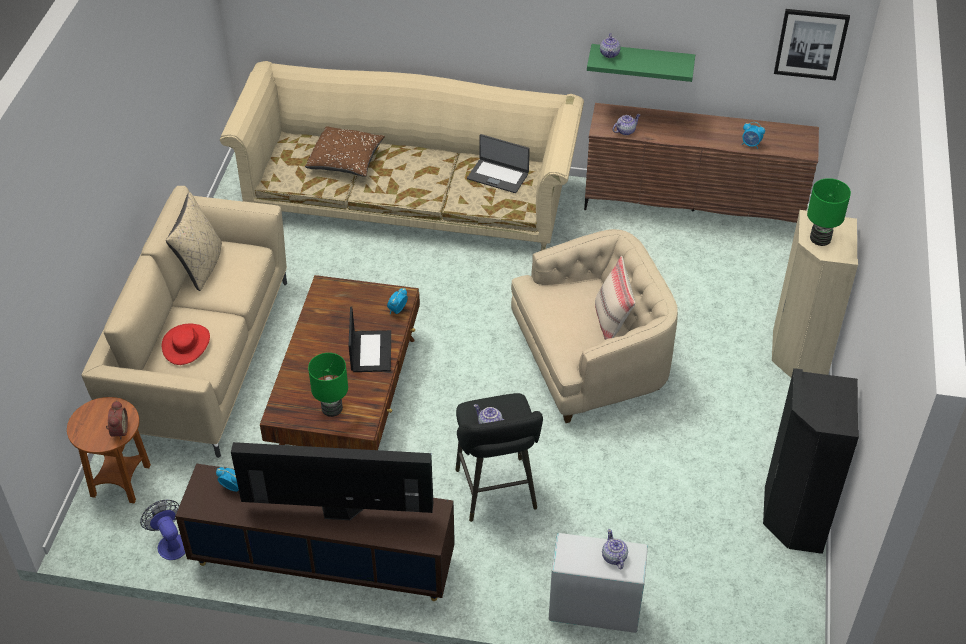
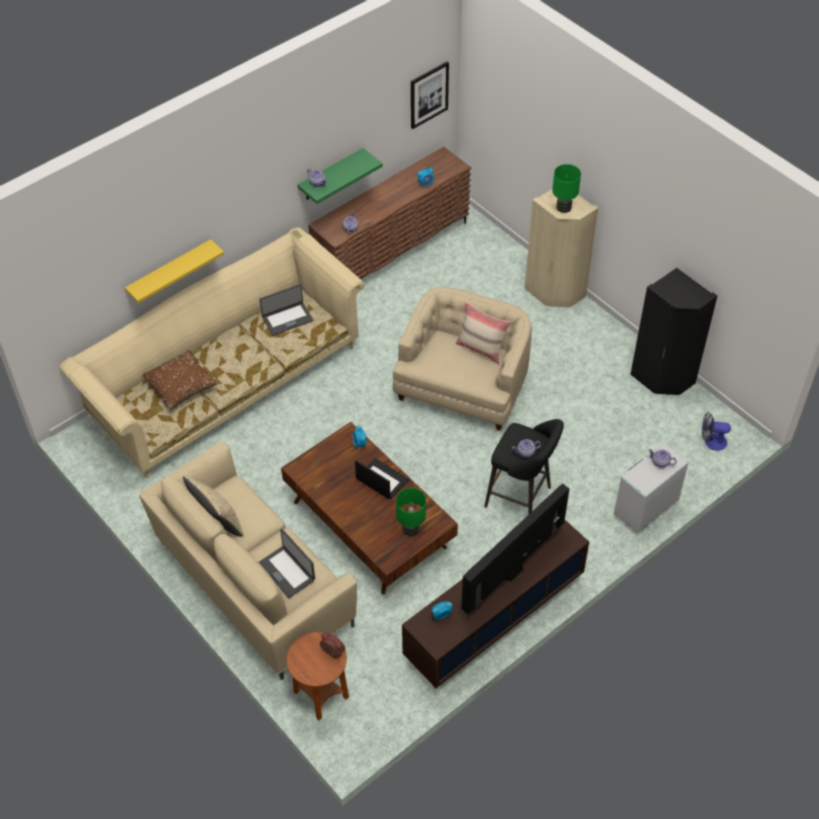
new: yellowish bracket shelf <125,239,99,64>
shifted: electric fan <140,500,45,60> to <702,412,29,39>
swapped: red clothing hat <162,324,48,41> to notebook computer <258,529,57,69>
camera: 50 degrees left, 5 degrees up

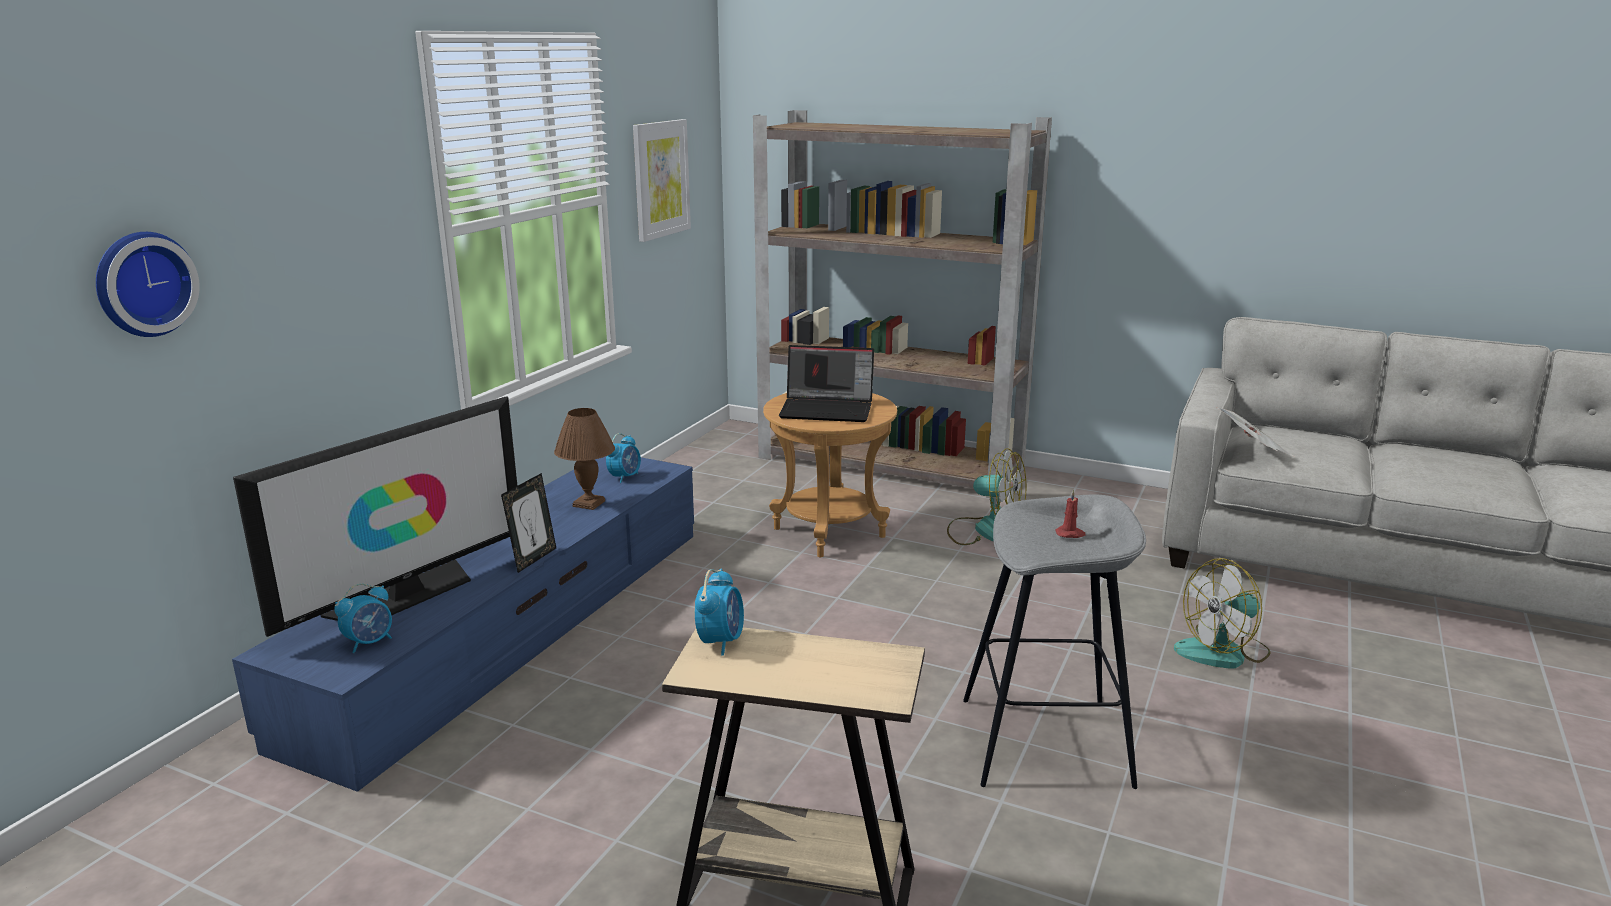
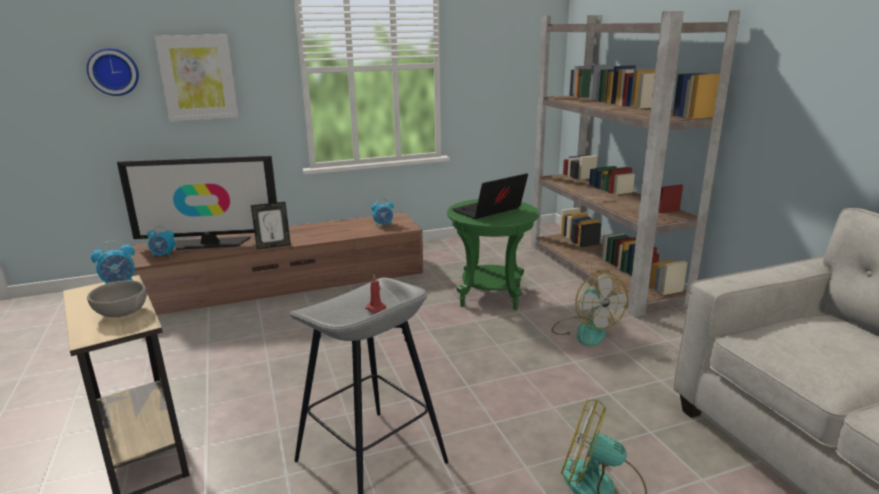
gone: brown table lamp <554,408,61,102>; newspaper <1216,407,77,49>
new: greyish deep dish <87,280,60,37>
shifted: wall art <633,119,58,123> to <154,34,84,88>
repainted: blue-coloured tv unit <232,456,462,336> to brown tv unit <129,212,294,103>; brown end table <763,393,134,164> to green-coloured end table <447,199,92,111>
rotated: notebook computer <779,345,95,77> = <452,173,76,46> 90 degrees clockwise
camera: 45 degrees right, 0 degrees up

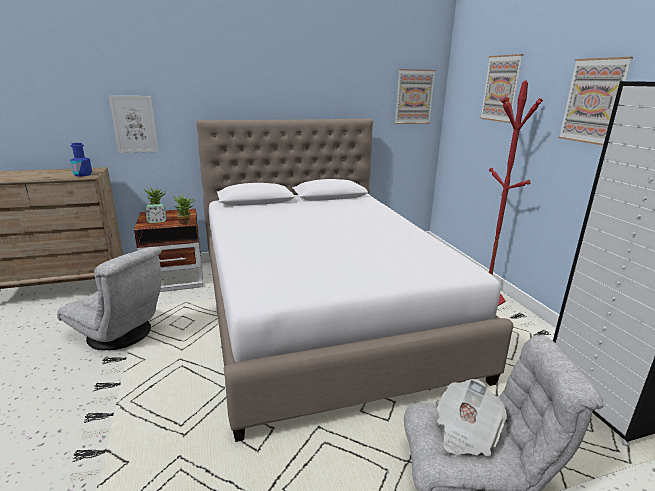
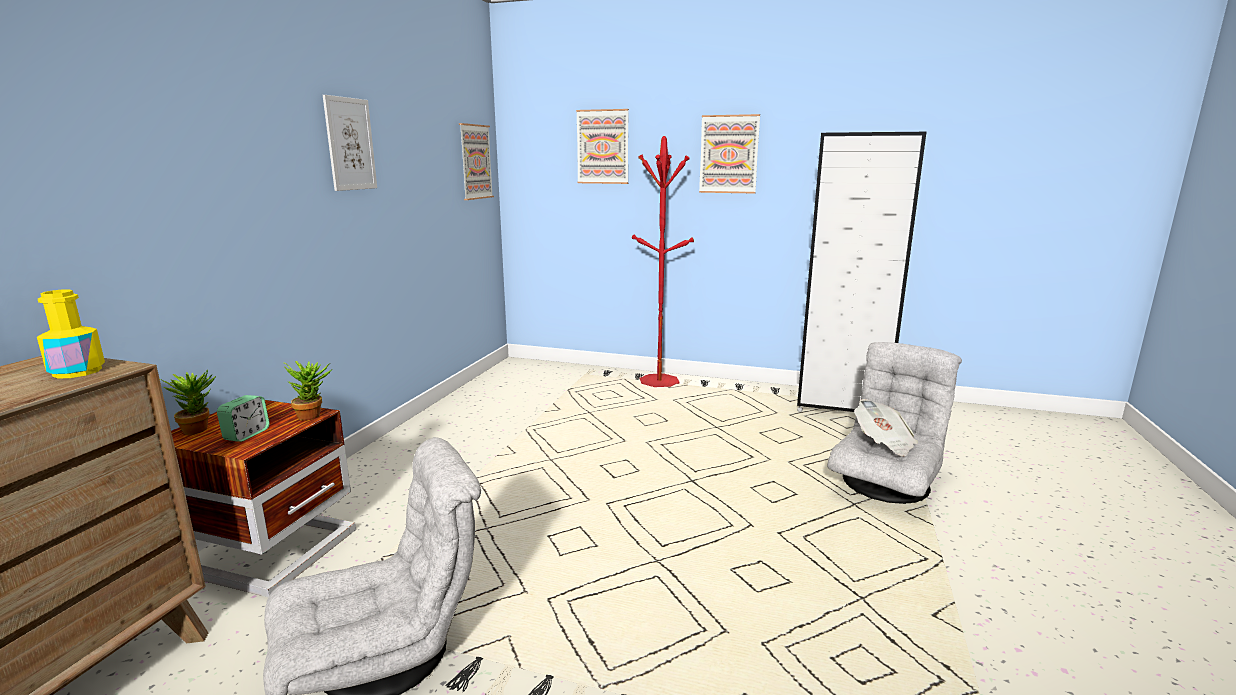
gone: white bedroom bed <196,119,318,323>
shifted: wall art <109,96,50,57> to <323,95,54,96>
repainted: blue-coloured beverage bottle <70,143,22,34> to yellowish beverage bottle <37,289,68,90>
camera: 55 degrees left, 5 degrees down

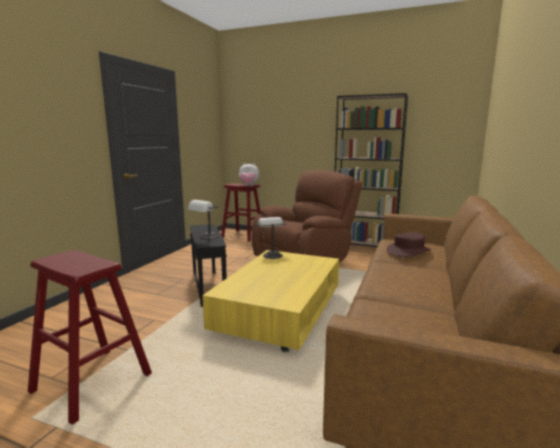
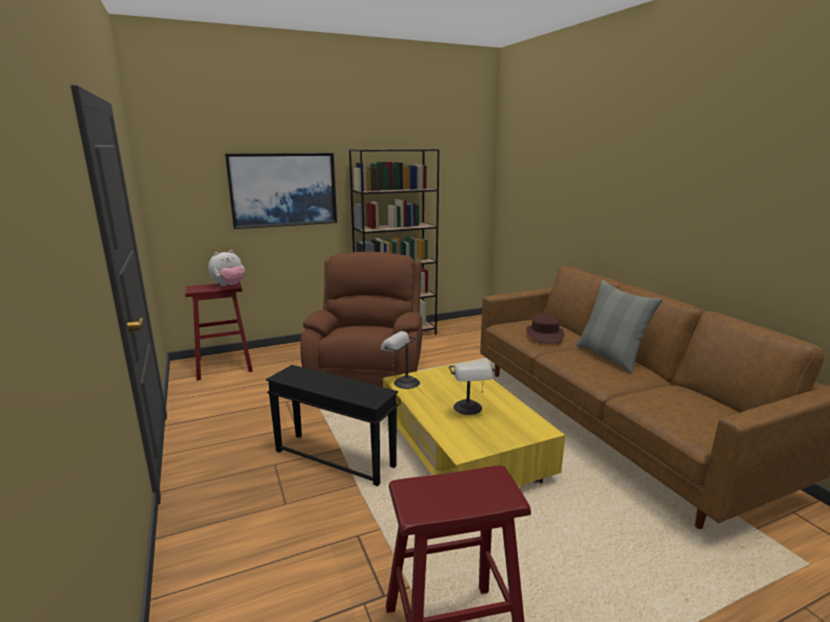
new: wall art <225,153,112,76>; greyish throw pillow <576,280,87,93>
shifted: table lamp <188,200,32,40> to <449,362,46,53>
camera: 45 degrees left, 5 degrees up

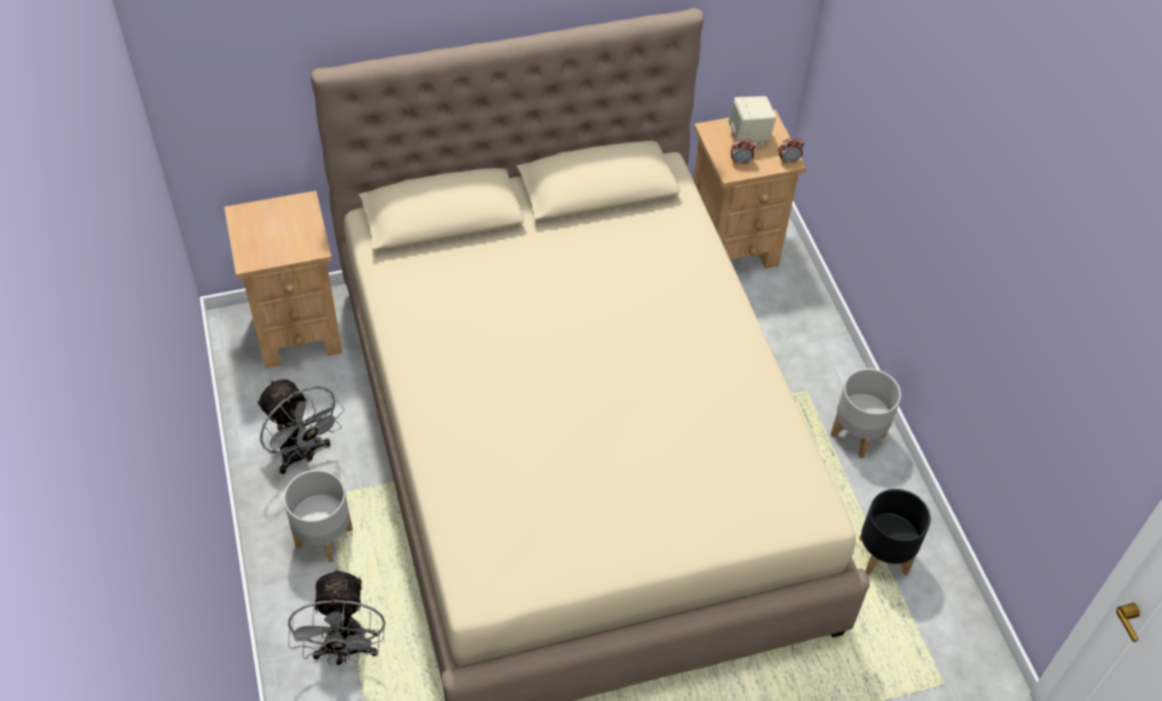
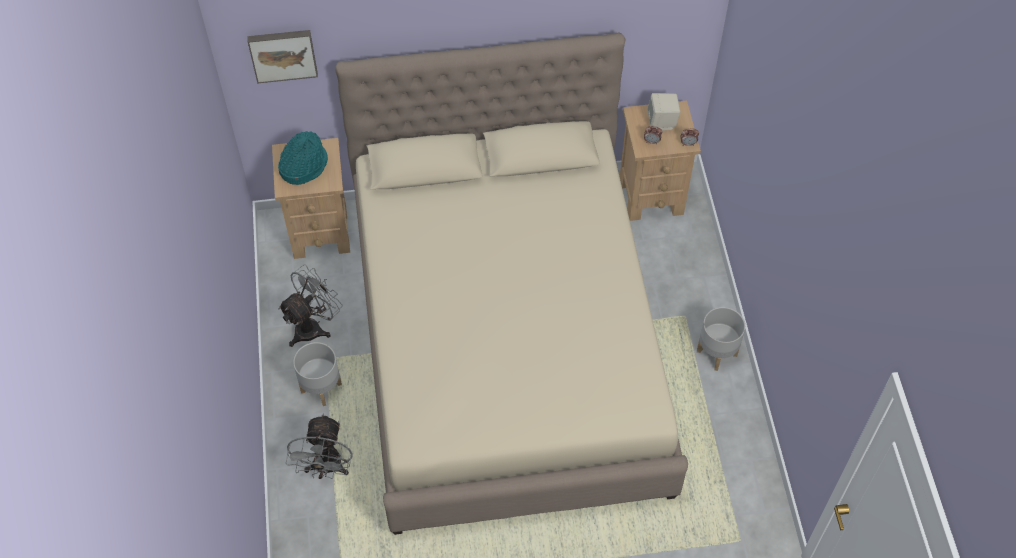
gone: blackish flower pot <859,489,72,86>
new: wall art <247,30,71,53>; blue-green clothing hat <278,131,50,54>
rotated: greyish electric fan <257,379,87,95> = <278,265,64,82> 105 degrees counterclockwise
camera: 10 degrees right, 5 degrees up

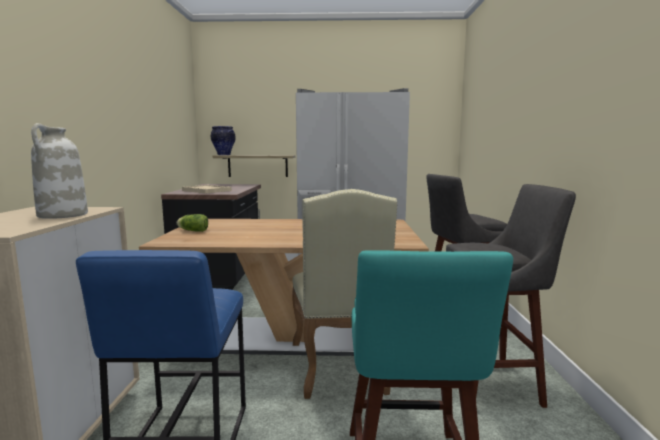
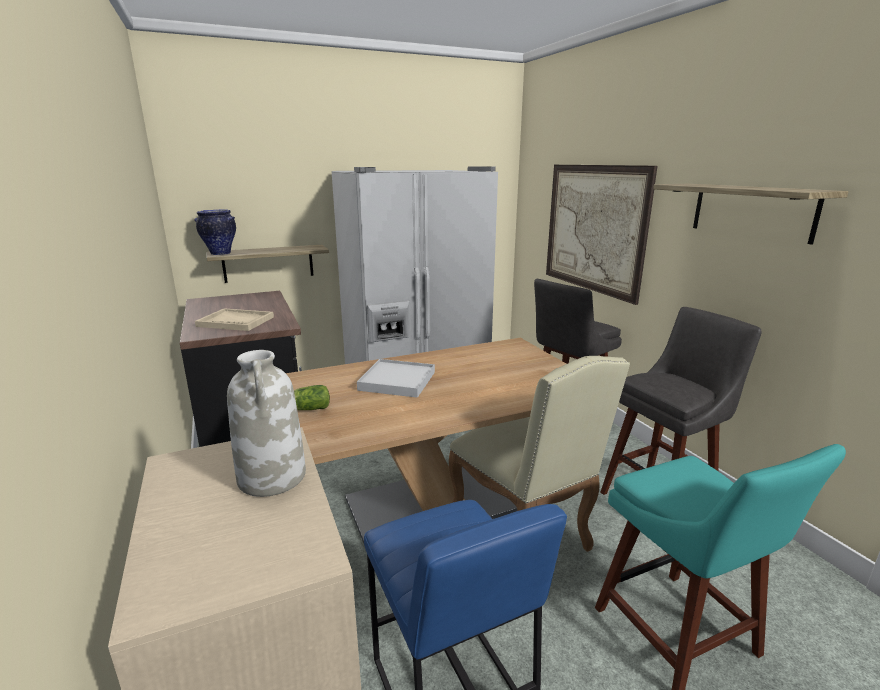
new: white carrying tray <357,359,78,39>; wall art <546,165,112,140>; bracket shelf <653,184,195,61>
camera: 25 degrees left, 10 degrees up

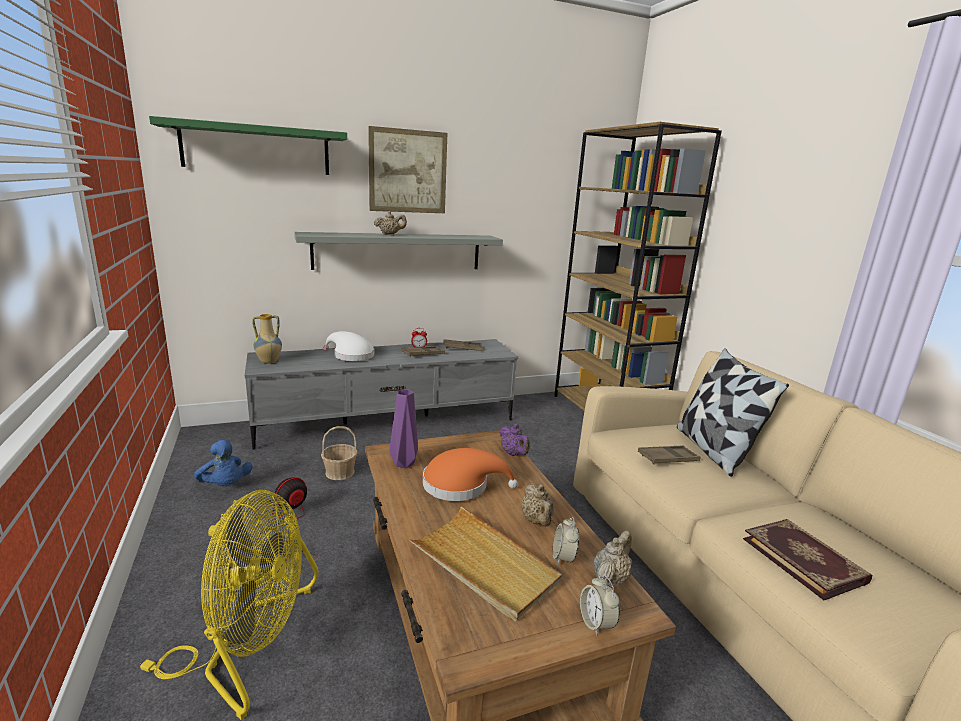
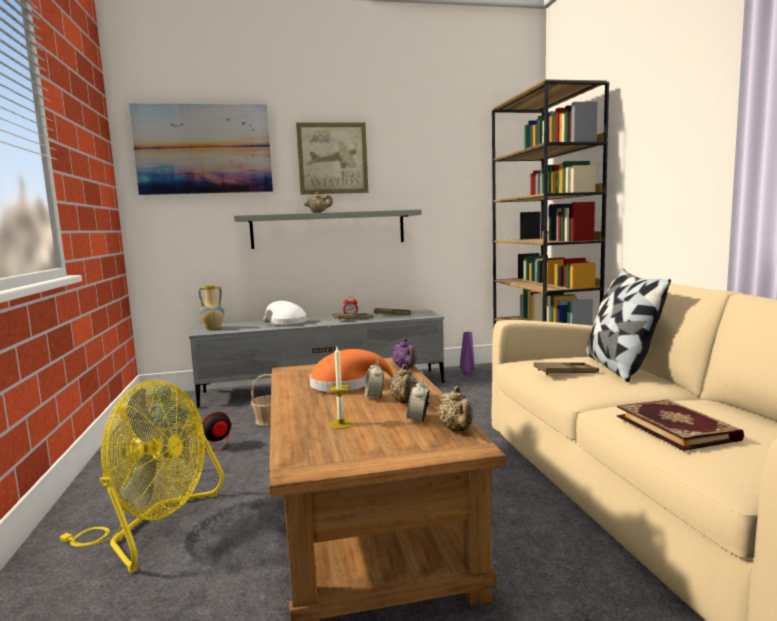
shifted: purple vase <389,389,29,79> to <460,332,15,43>; alarm clock <580,575,40,61> to <365,360,19,41>
swapped: green-coloured bracket shelf <149,116,198,59> to wall art <129,103,144,92>; beige-coloured carrying tray <407,506,155,115> to wax candle <329,347,24,82>
rotated: beige-coloured tea pot <594,530,38,57> = <438,386,36,46> 120 degrees clockwise
camera: 10 degrees right, 10 degrees down

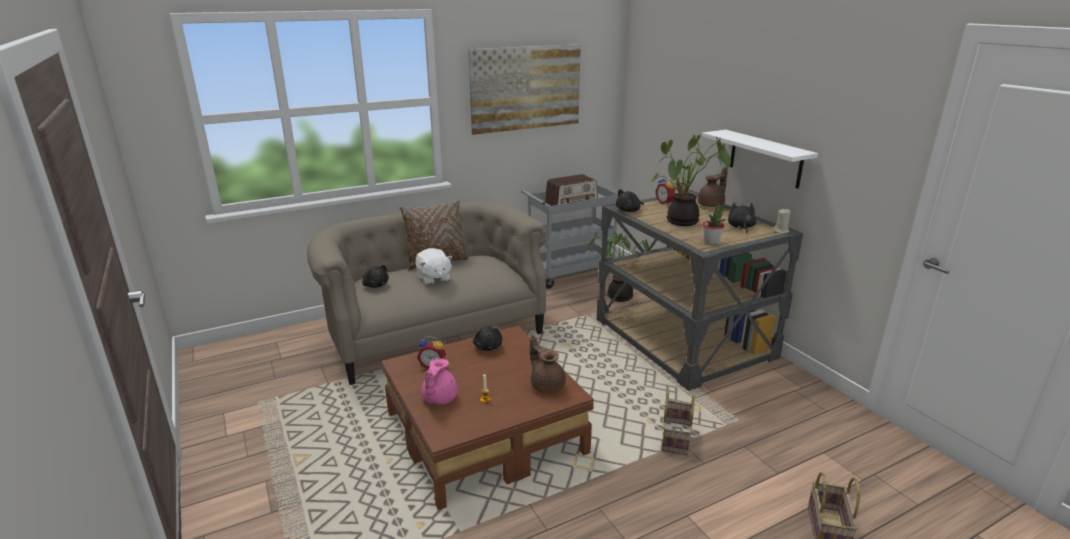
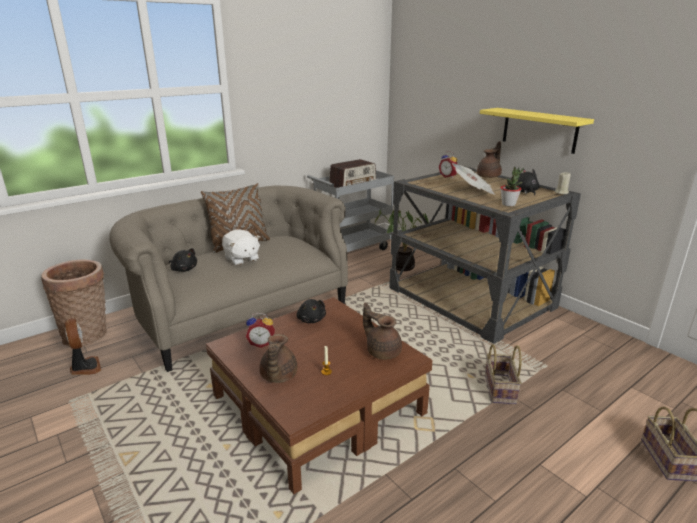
gone: wall art <468,44,113,91>; blackish soft toy <616,189,28,23>
new: basket <41,259,66,87>; electric fan <65,318,36,57>
swapped: potted plant <652,135,79,91> to newspaper <452,163,43,32>
repainted: pink tea pot <421,358,37,47> to brown tea pot <259,334,38,49>; white bracket shelf <702,130,116,59> to yellowish bracket shelf <480,108,114,46>
camera: 10 degrees left, 0 degrees up

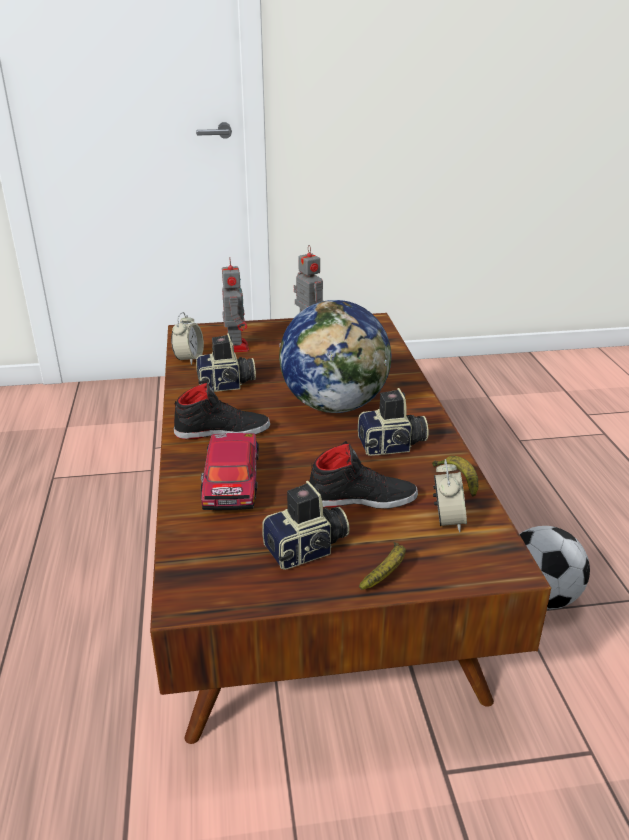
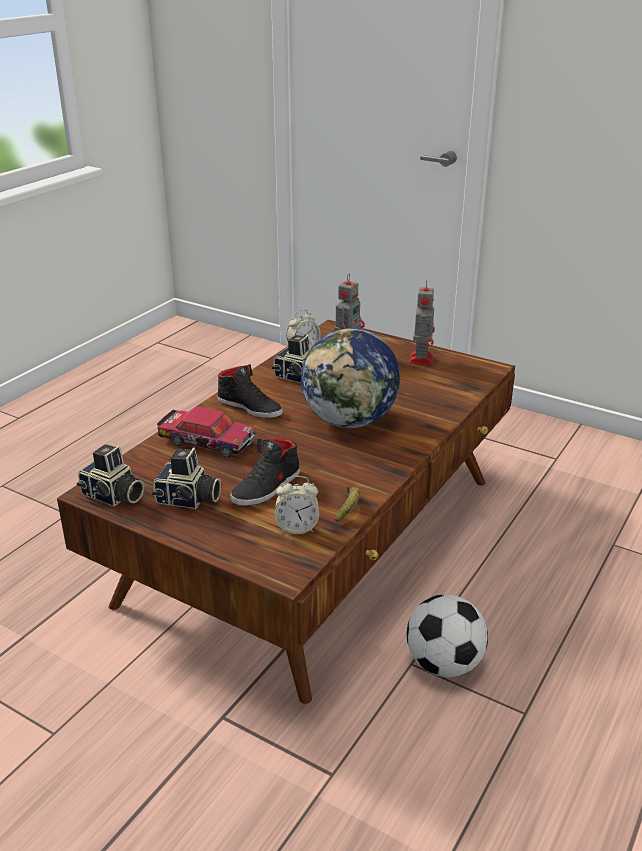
gone: banana <359,542,47,48>
shifted: still camera <358,388,71,68> to <77,444,67,62>
rotated: toy car <201,433,58,77> = <157,407,98,51> 75 degrees clockwise; blackish shoe <309,441,109,68> = <230,438,70,68> 90 degrees clockwise; alarm clock <433,459,34,74> = <274,476,45,58> 45 degrees clockwise
camera: 40 degrees right, 0 degrees up

